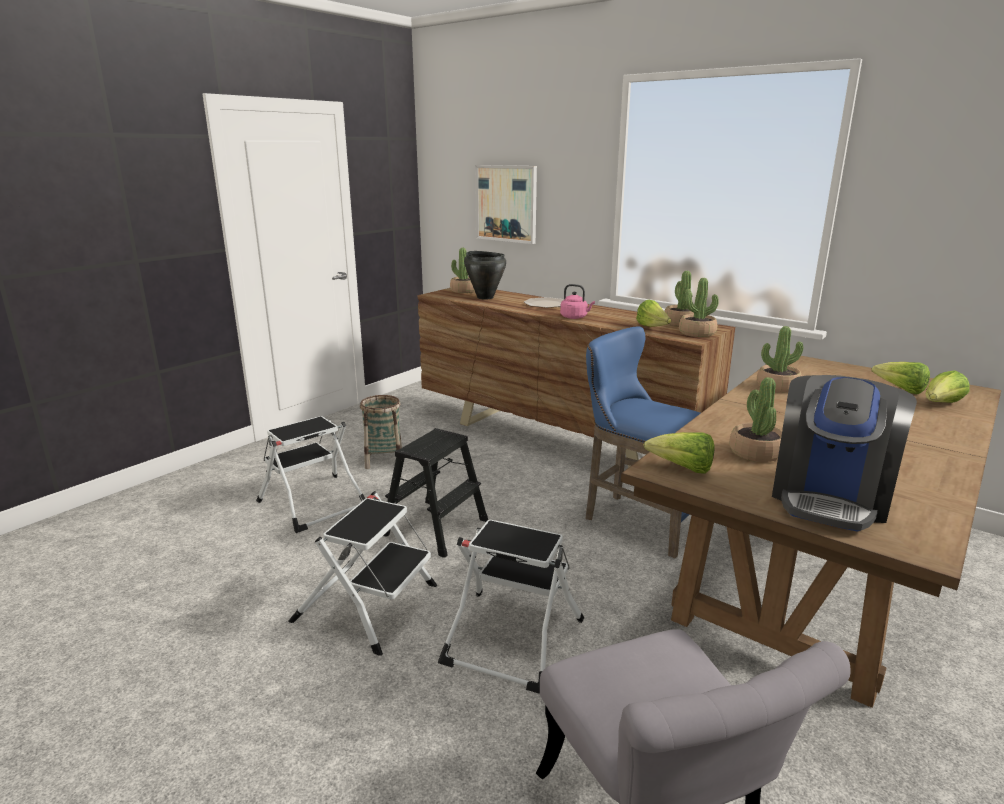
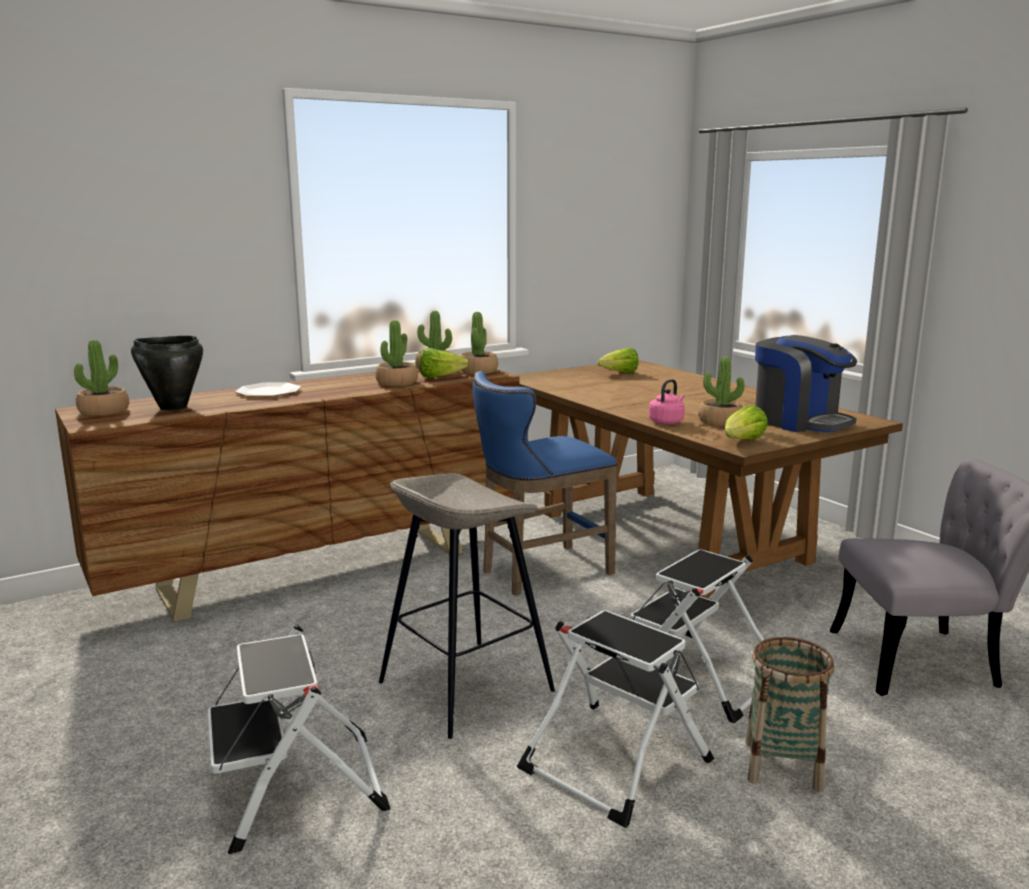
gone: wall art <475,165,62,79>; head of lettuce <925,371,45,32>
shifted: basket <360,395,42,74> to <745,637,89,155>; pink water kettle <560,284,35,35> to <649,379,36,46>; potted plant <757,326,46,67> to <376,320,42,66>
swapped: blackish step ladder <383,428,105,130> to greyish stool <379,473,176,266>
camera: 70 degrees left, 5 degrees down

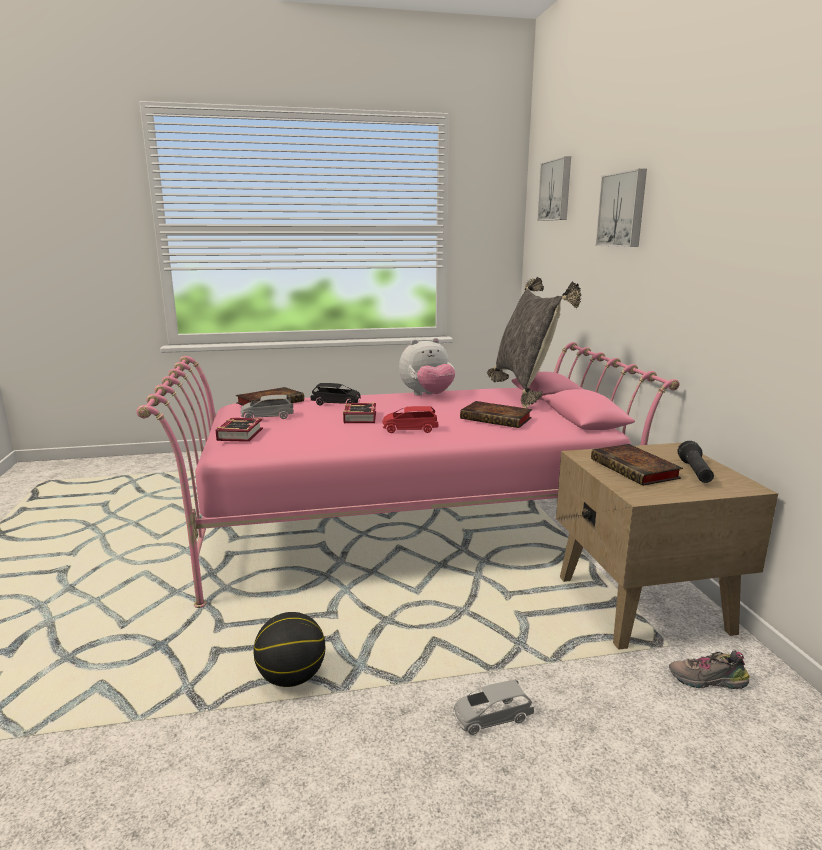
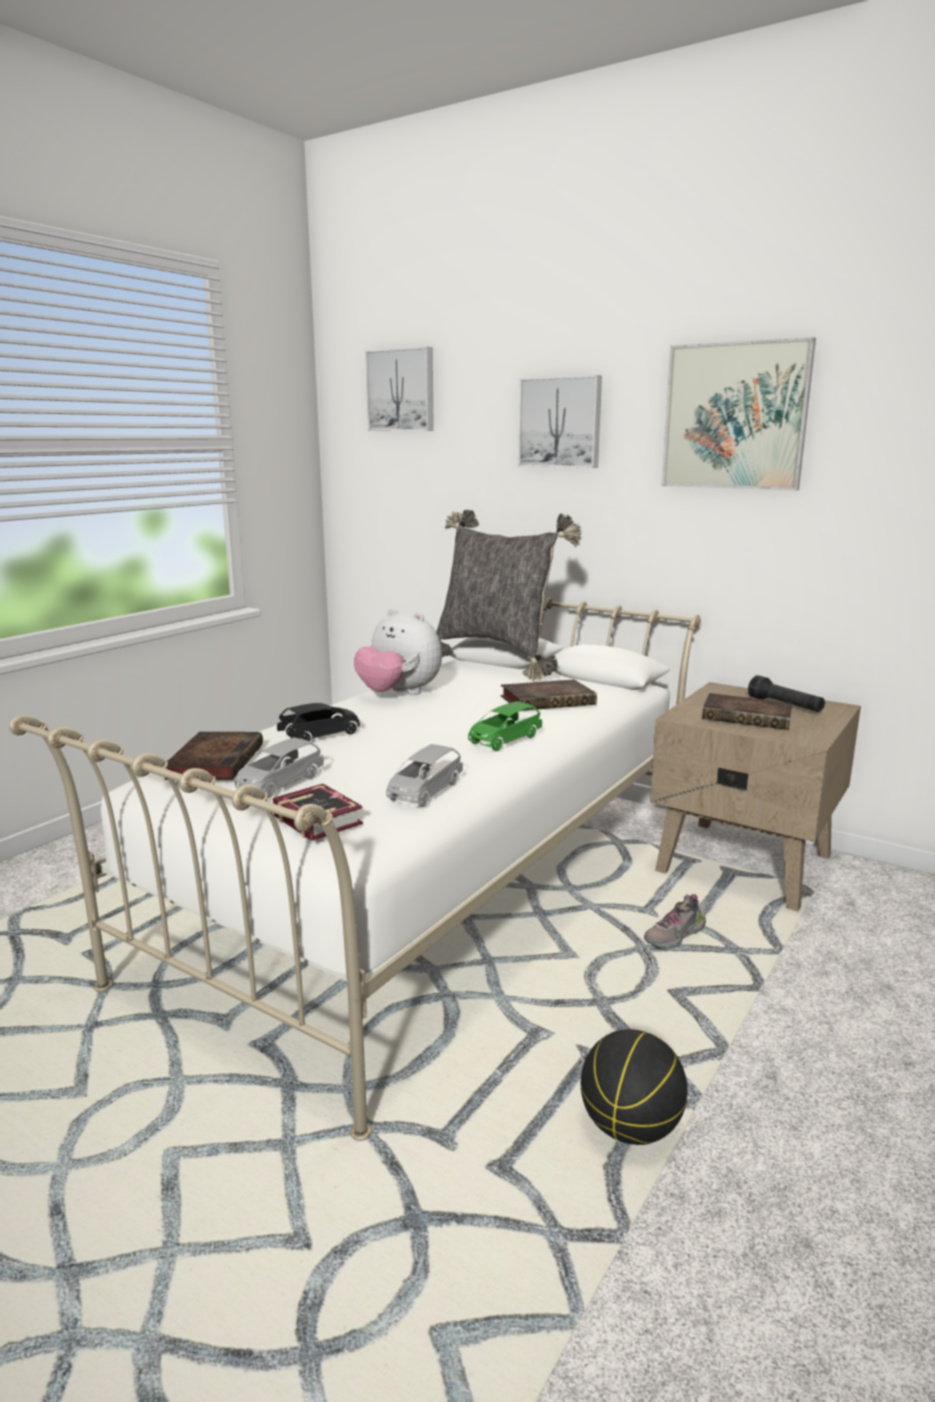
gone: book <343,403,33,20>
new: wall art <661,337,155,154>
shifted: greyish toy car <454,680,80,55> to <386,744,77,63>; shoe <669,651,81,38> to <644,894,62,55>
repainted: pink bedroom bed <137,342,542,266> to white bedroom bed <9,597,692,544>; red toy car <382,406,57,27> to green-coloured toy car <468,701,74,50>
rotated: soft toy <399,338,56,58> = <354,608,88,87> 105 degrees clockwise
camera: 45 degrees left, 0 degrees up

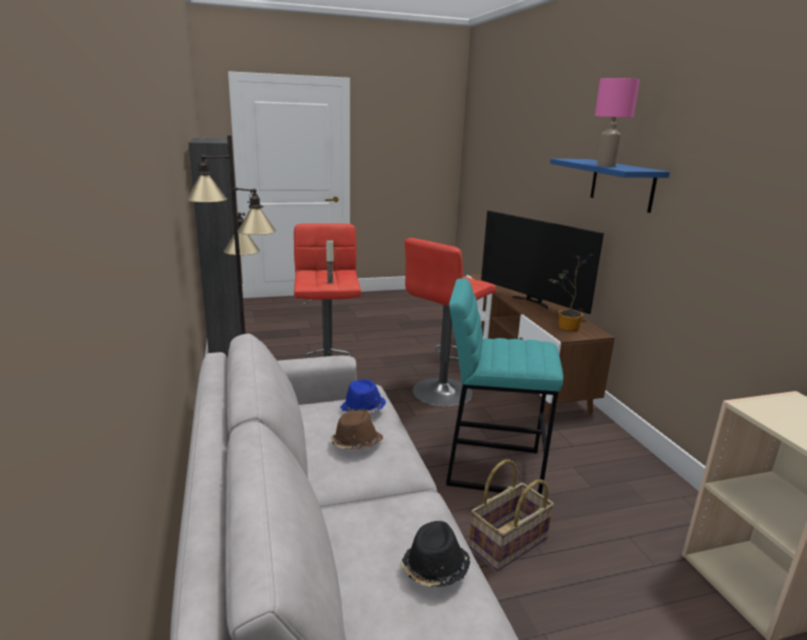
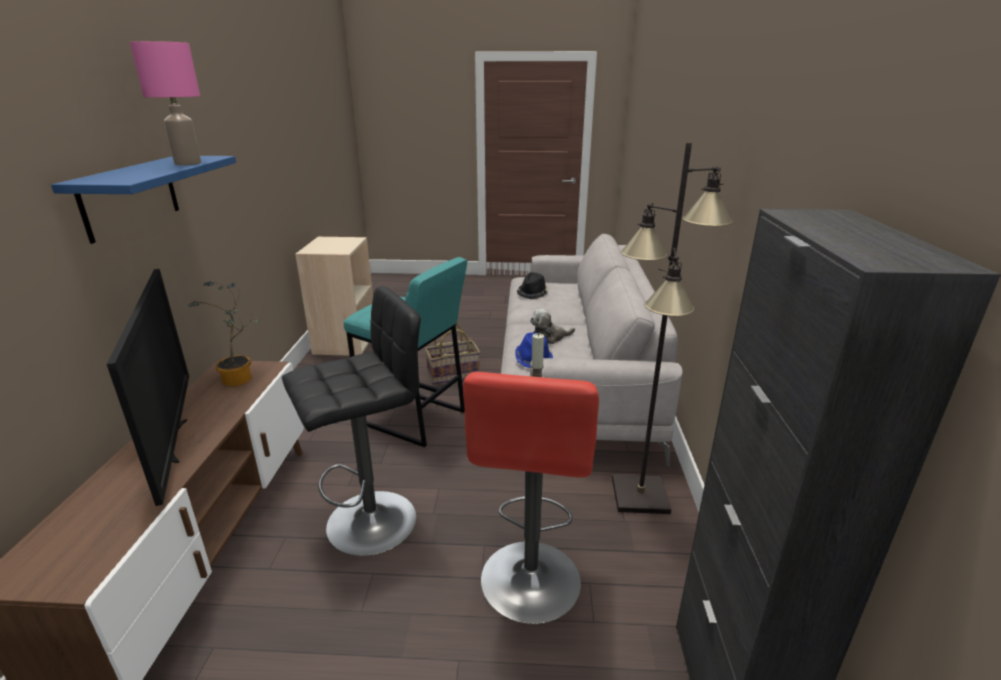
swapped: brown clothing hat <330,410,53,39> to soft toy <530,309,45,35>
repainted: red stool <404,238,92,169> to blackish stool <282,286,139,270>
camera: 160 degrees left, 5 degrees up

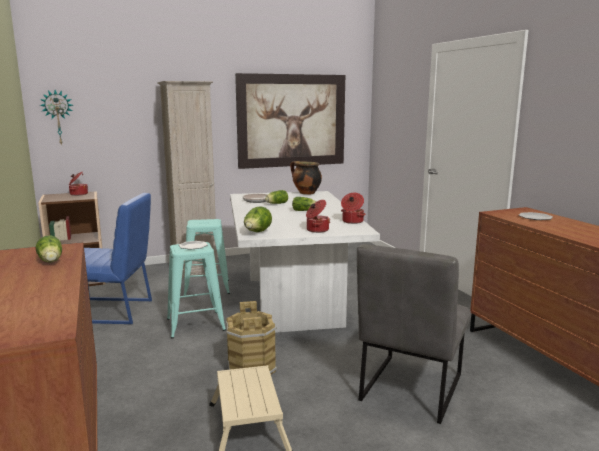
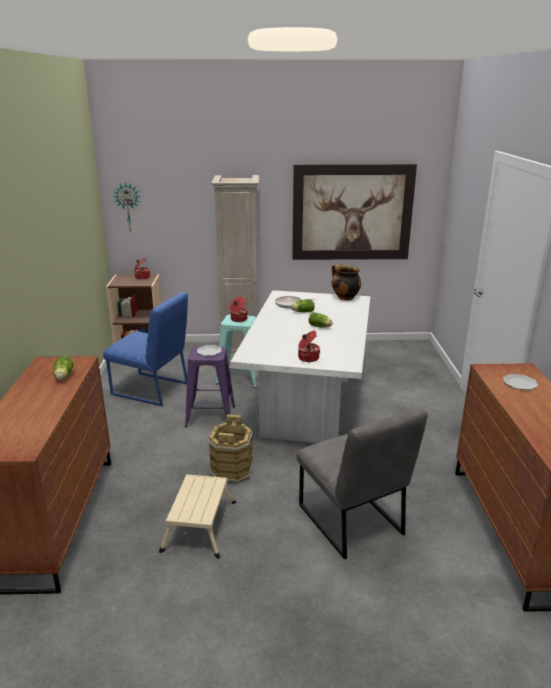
gone: head of lettuce <244,207,28,25>
shifted: saucepot <341,193,25,31> to <230,297,18,25>
repainted: blue-green stool <167,242,59,96> to purple stool <185,347,50,81>
rotated: greyish plain chair <357,244,114,180> = <297,409,131,150> 75 degrees counterclockwise
camera: 20 degrees right, 10 degrees up

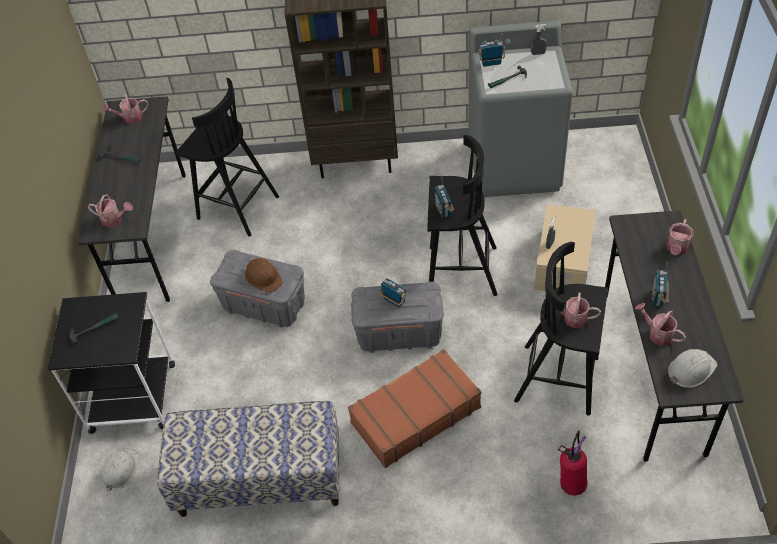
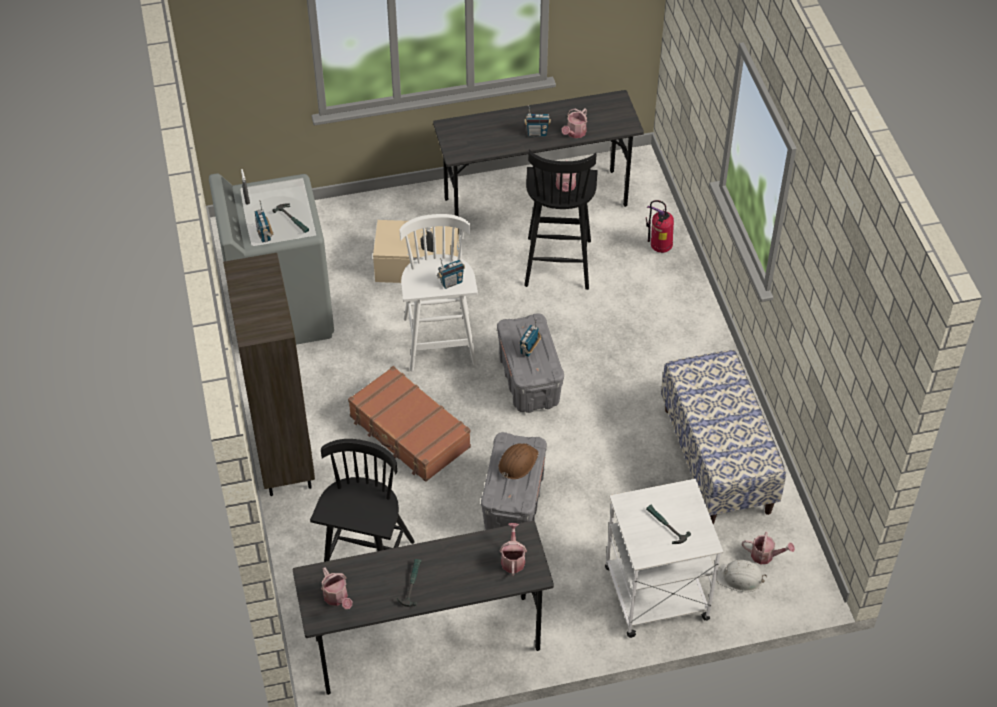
gone: white work helmet <668,349,50,39>
shifted: brown travel case <348,349,133,119> to <348,366,123,116>; watering pot <666,219,28,36> to <742,532,53,33>
repainted: blackish wheeled cart <47,292,128,142> to white wheeled cart <605,479,118,159>; blackish stool <427,135,71,161> to white stool <400,214,78,158>
camera: 105 degrees left, 0 degrees up

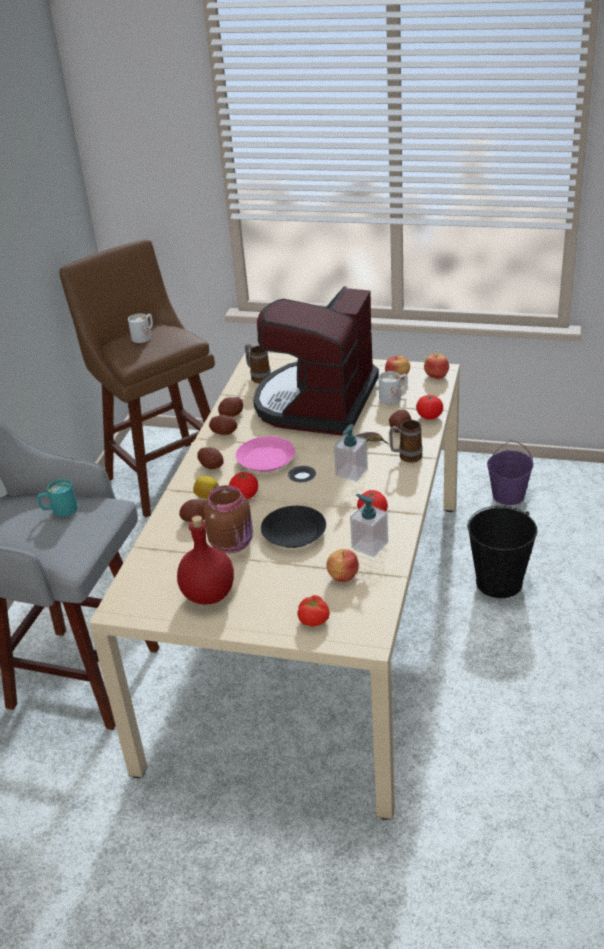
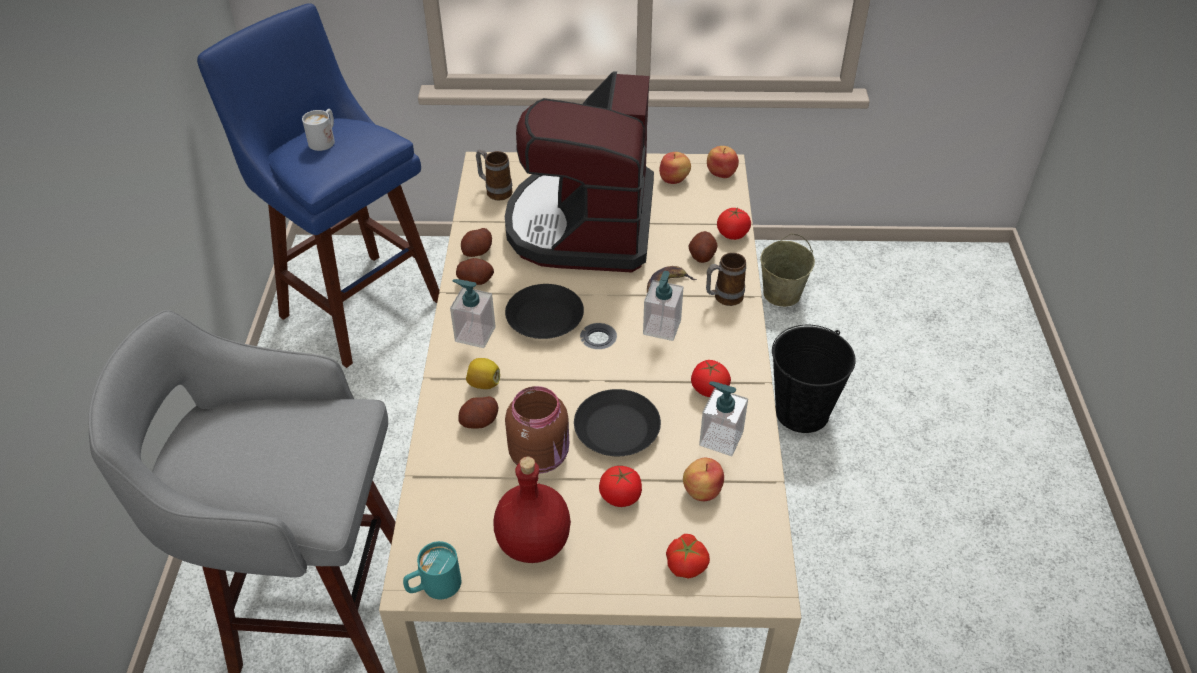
gone: white mug <379,371,29,34>
shifted: blue-green mug <37,479,41,38> to <403,541,58,58>; whole tomato <229,472,29,27> to <599,466,43,41>
swapped: spud <197,447,27,22> to liquid soap bottle <450,279,46,69>
repainted: brown stool <59,239,156,279> to blue-coloured stool <197,3,242,365>; pink flat dish <236,436,59,36> to blackish flat dish <505,284,79,55>; purple bucket <487,440,47,65> to beige-coloured bucket <760,233,55,74>
camera: 15 degrees left, 10 degrees up

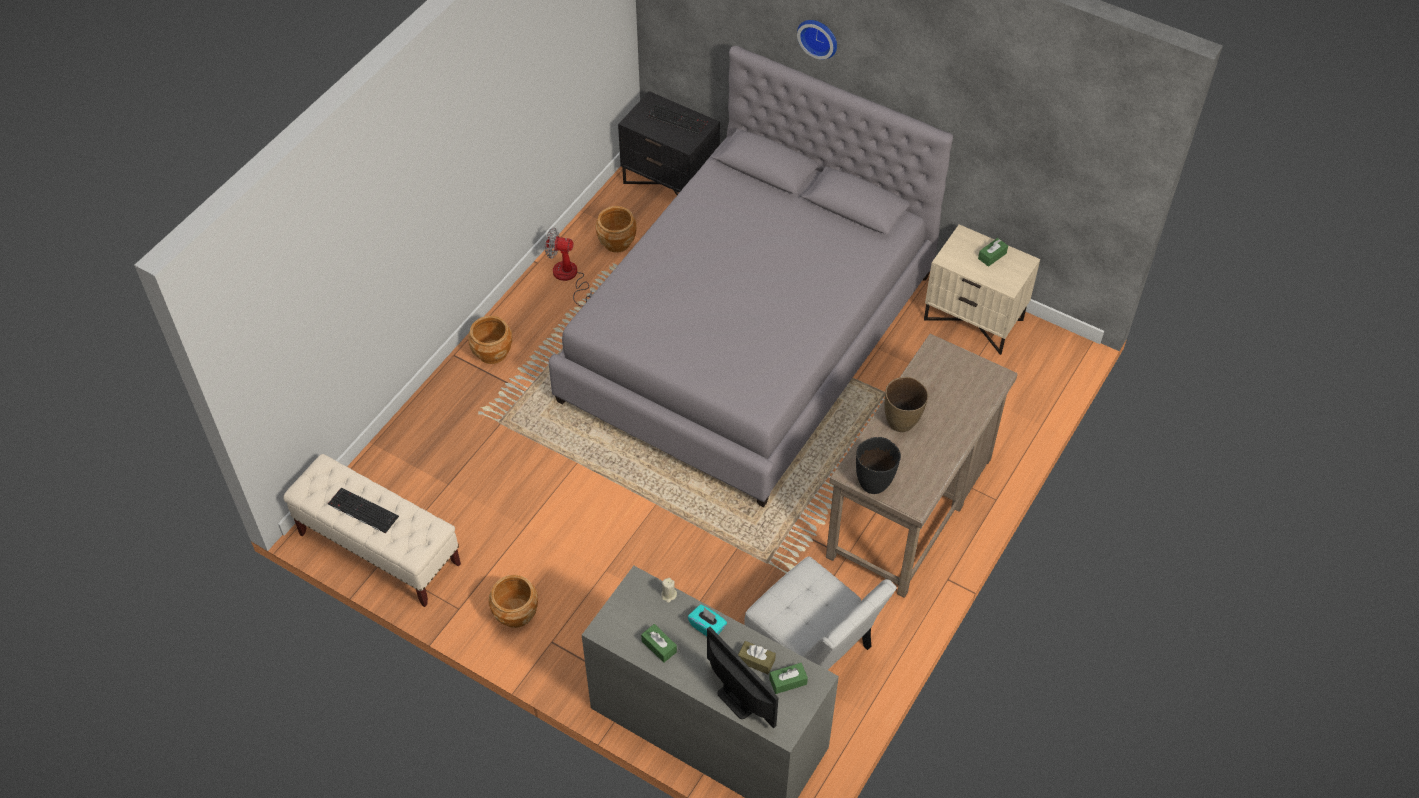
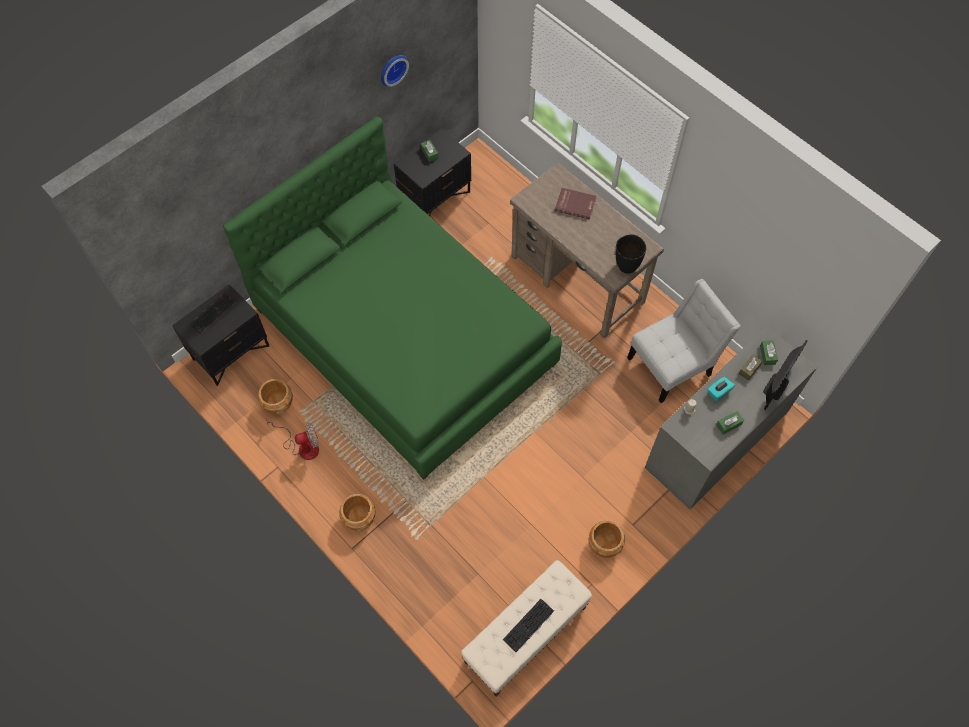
gone: brown vase <885,377,43,55>
new: red book <554,188,42,32>
shifted: wall clock <797,20,40,39> to <381,55,28,32>
repainted: greyish bedroom bed <549,45,404,462> to green-coloured bedroom bed <223,117,339,362>; beige-coloured nightstand <924,224,116,131> to blackish nightstand <394,129,77,87>
rotated: electric fan <545,228,47,79> = <266,420,53,40> 135 degrees counterclockwise; computer screen <707,627,71,101> = <763,340,45,70> 150 degrees clockwise
camera: 75 degrees left, 10 degrees up

